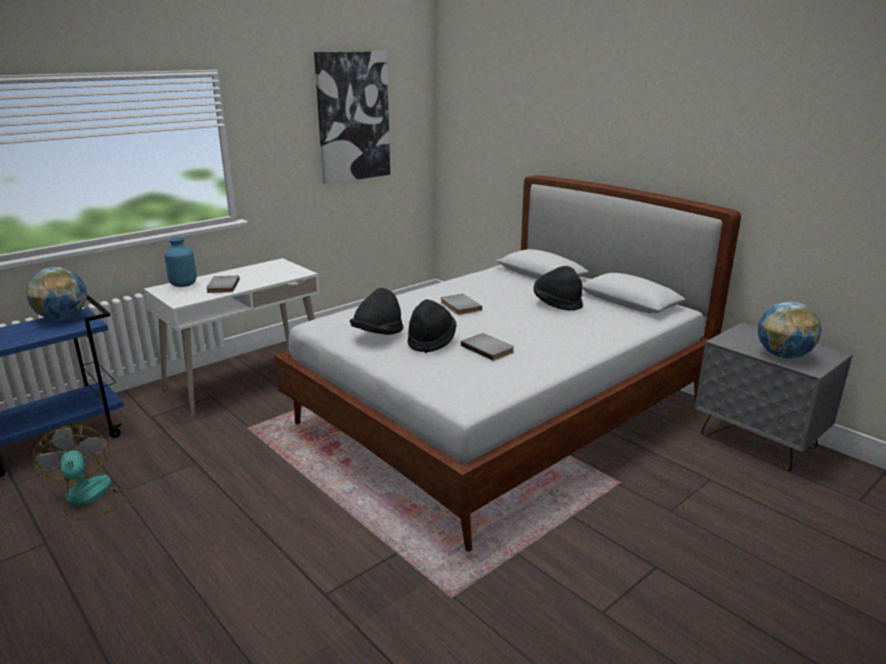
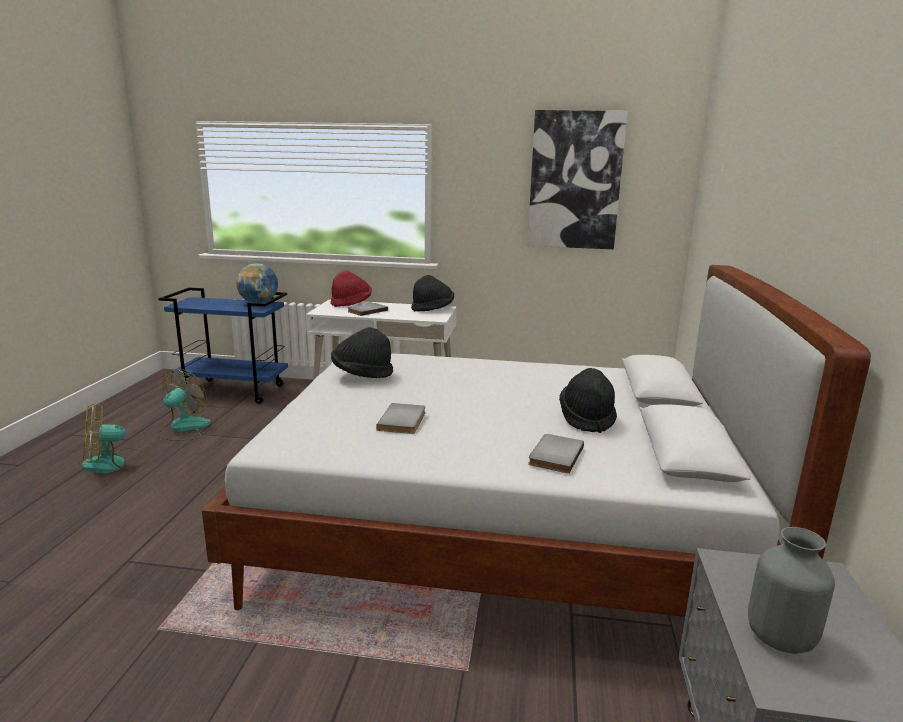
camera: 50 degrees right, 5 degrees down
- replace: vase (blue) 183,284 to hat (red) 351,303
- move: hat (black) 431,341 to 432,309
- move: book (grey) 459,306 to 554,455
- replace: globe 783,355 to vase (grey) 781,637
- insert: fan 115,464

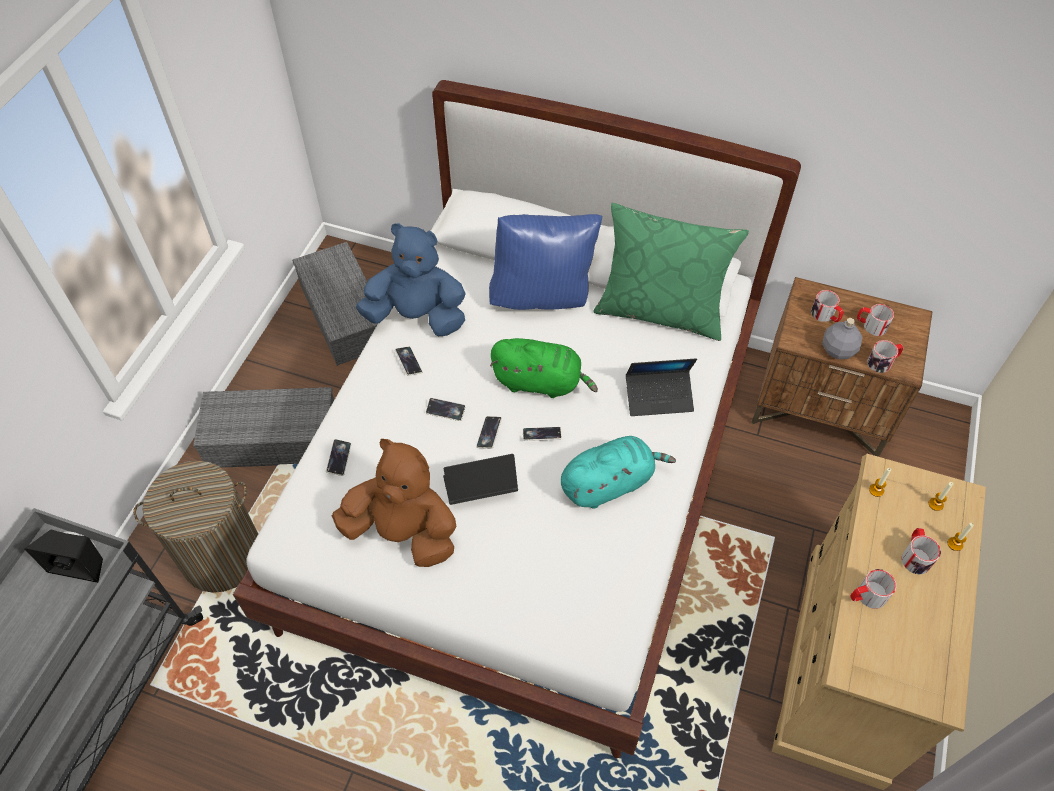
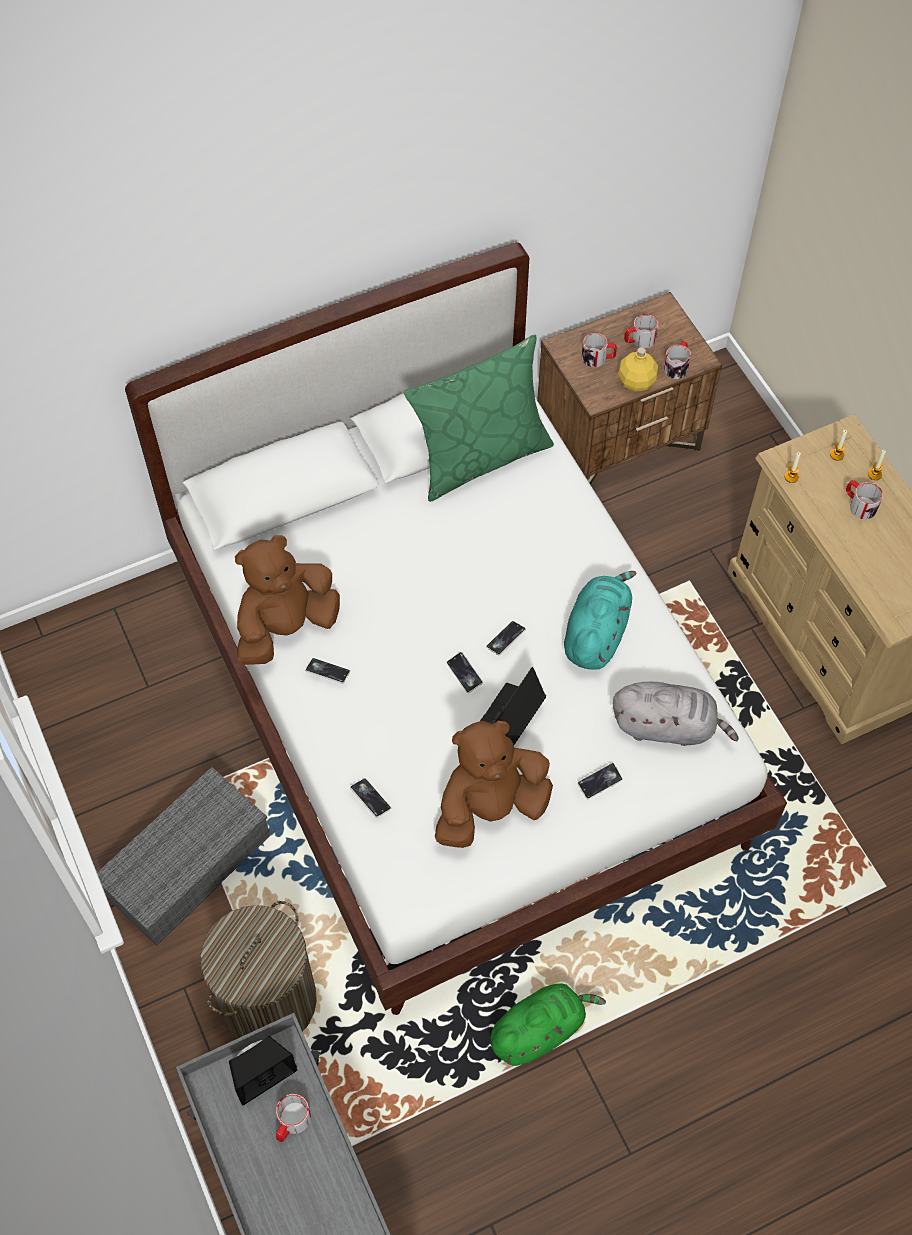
camera: 45 degrees left, 5 degrees up
- delete: storage box (grey) 346,315
- recolor: plush toy (blue) 417,316 to plush toy (brown) 286,627
- move: phone 445,411 to 599,782
- delete: pillow (blue) 543,296
- move: plush toy (green) 540,382 to 539,1029
- delete: laptop 659,397
- recolor: bottle (grey) 838,350 to bottle (yellow) 637,382
- move: mug 866,596 to 291,1123
- insert: plush toy (grey) 667,726

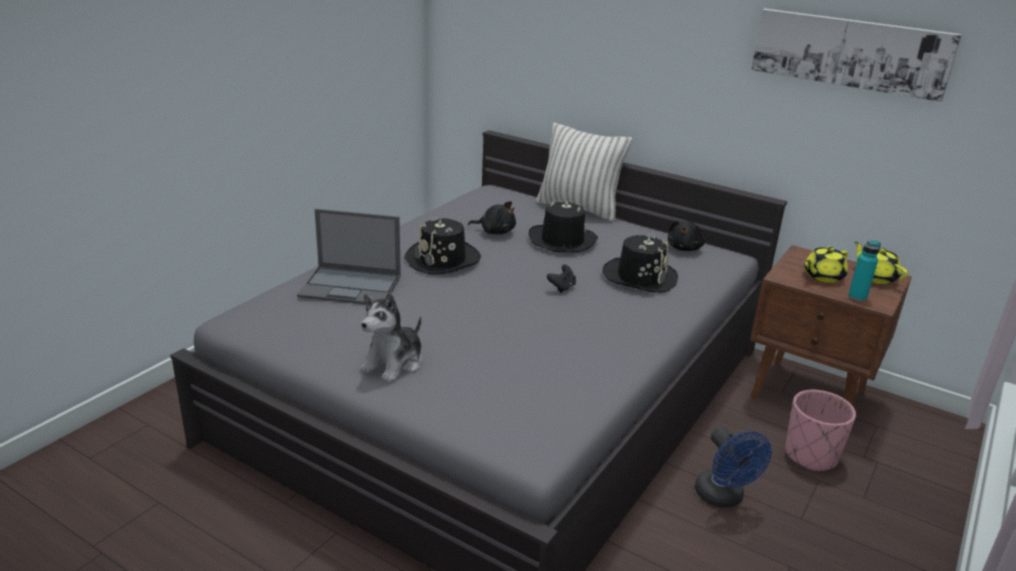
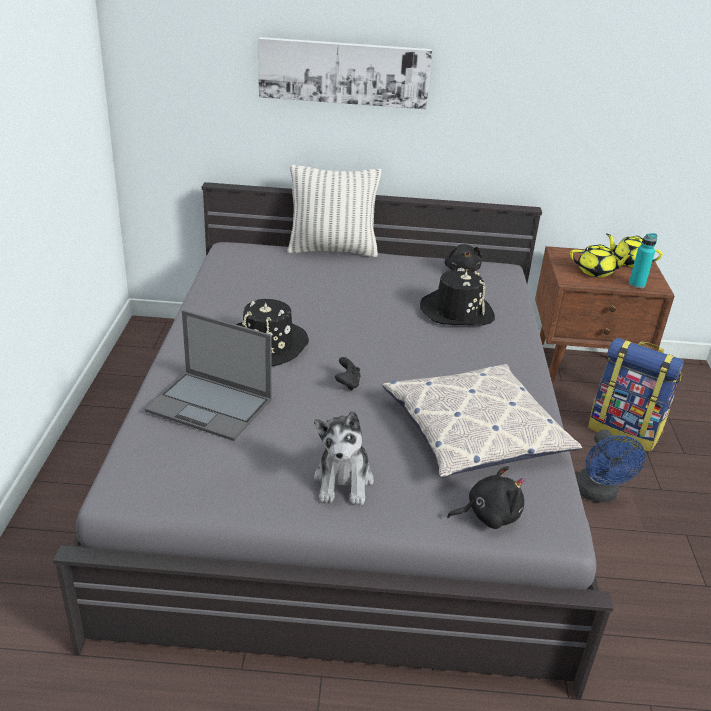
camera: 30 degrees left, 5 degrees up
- rotate: laptop 352,286 = 211,405 45 degrees clockwise
- move: plush toy (black) 495,231 to 488,515
- delete: hat (black) 562,240
- move: game controller (black) 562,287 to 347,383
- rotate: fan (blue) 723,498 = 598,494 45 degrees clockwise
- move: picture 850,52 to 344,72
- replace: planter (pink) 811,455 to backpack 625,431
- rotate: teapot (yellow) 822,276 = 596,272 105 degrees counterclockwise
- insert: pillow 474,431

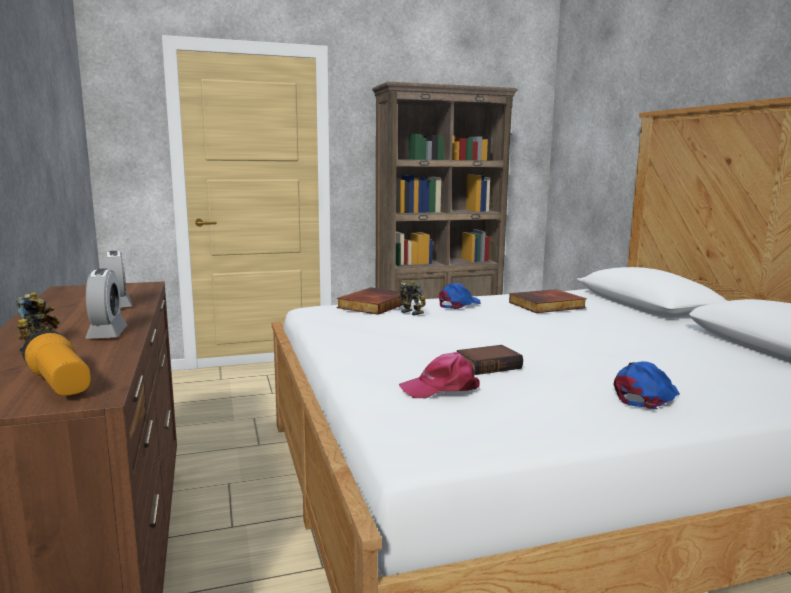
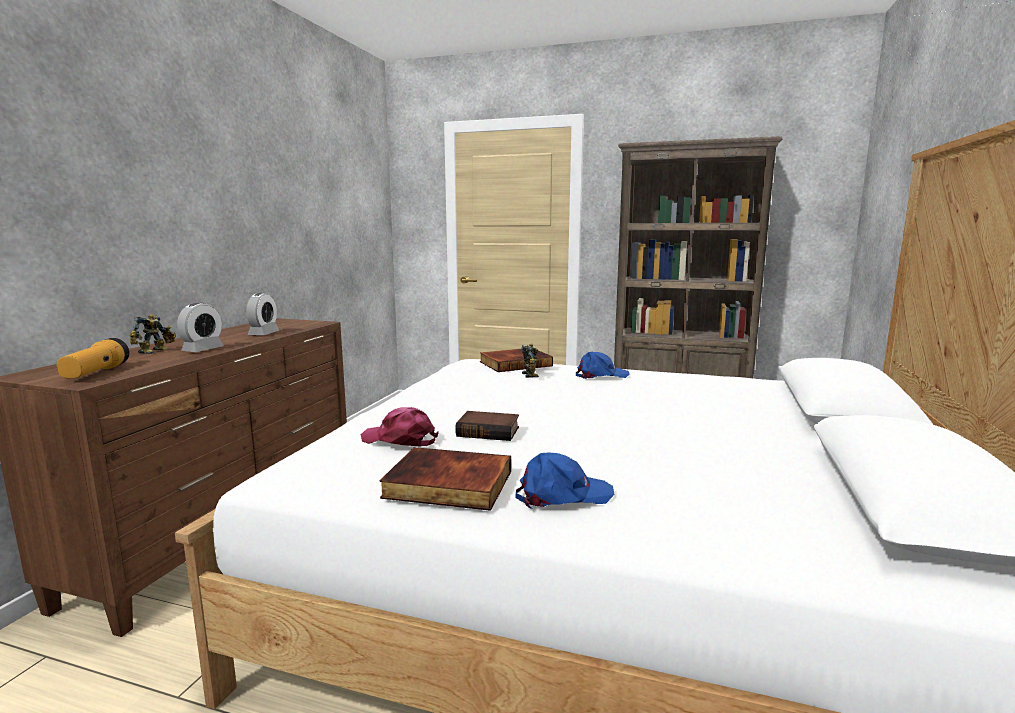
camera: 35 degrees right, 0 degrees up
- move: book 547,305 to 447,485

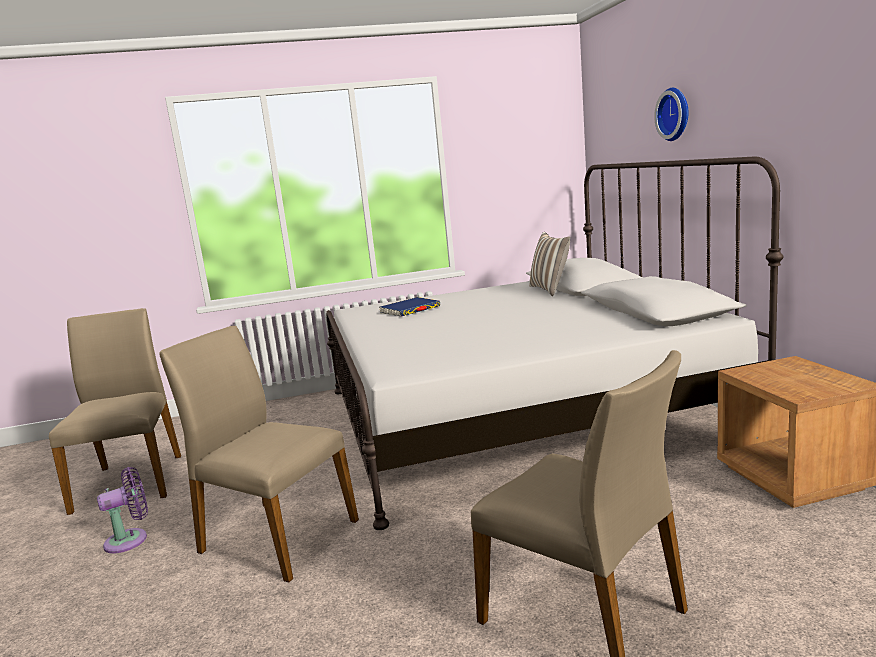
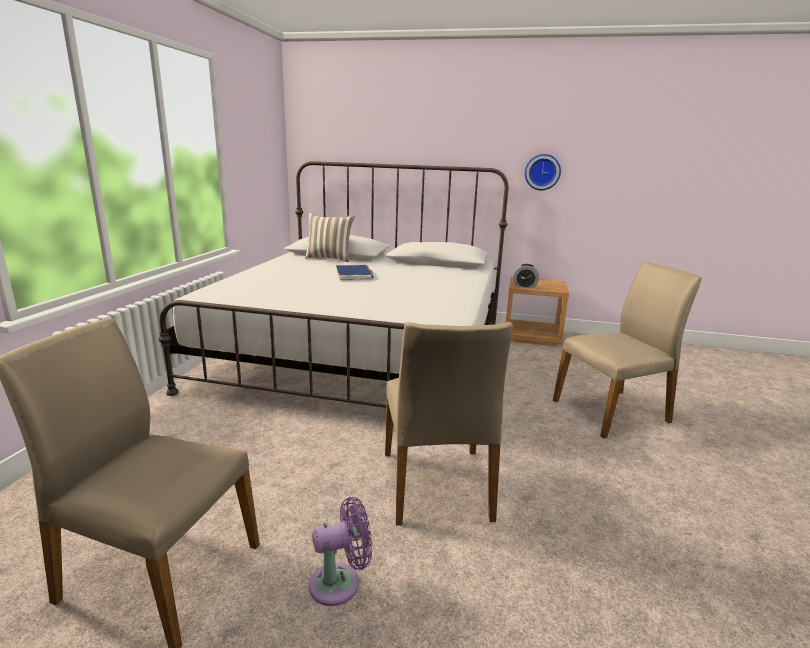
camera: 65 degrees left, 5 degrees up
- rotate: fan (purple) 131,539 = 340,583 75 degrees clockwise
- rotate: chair (beige) 276,536 = 437,485 60 degrees counterclockwise
- move: book (blue) 410,310 to 354,275
- move: wall clock 675,114 to 542,172
- insert: alarm clock 525,286

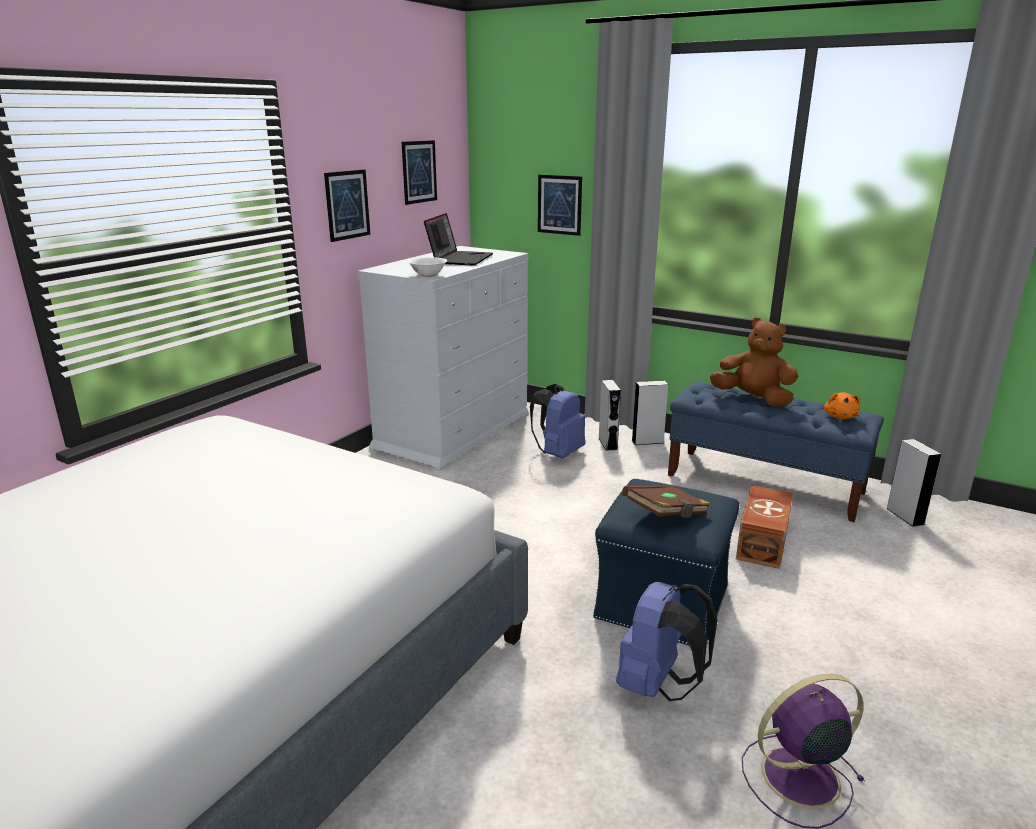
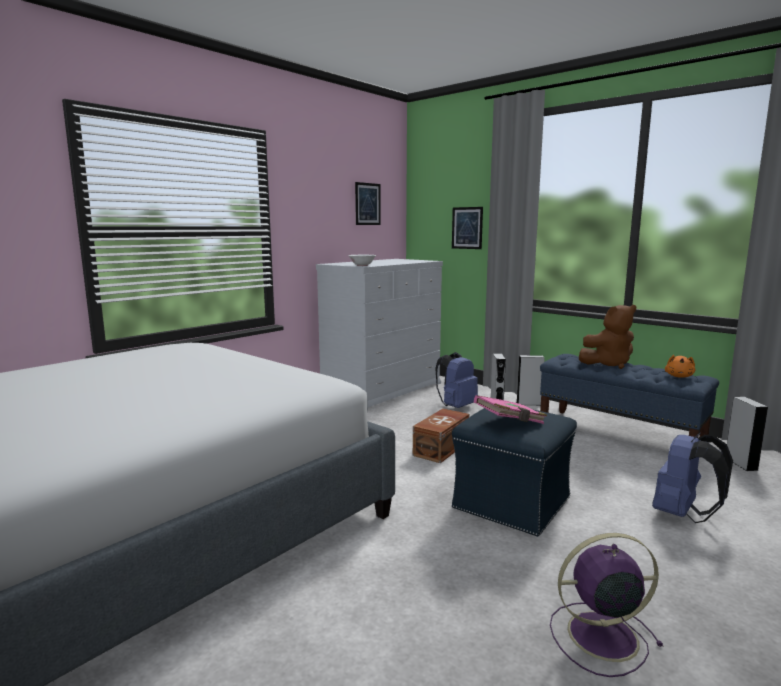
camera: 10 degrees right, 10 degrees down
- delete: picture 347,205
- delete: laptop 460,259
- move: backpack (blue) 658,685 to 683,514
- recolor: book (brown) 666,515 to book (pink) 510,422
- rotate: plush toy (brown) 753,399 = 608,364 120 degrees clockwise
- move: storage box (brown) 764,542 to 442,448

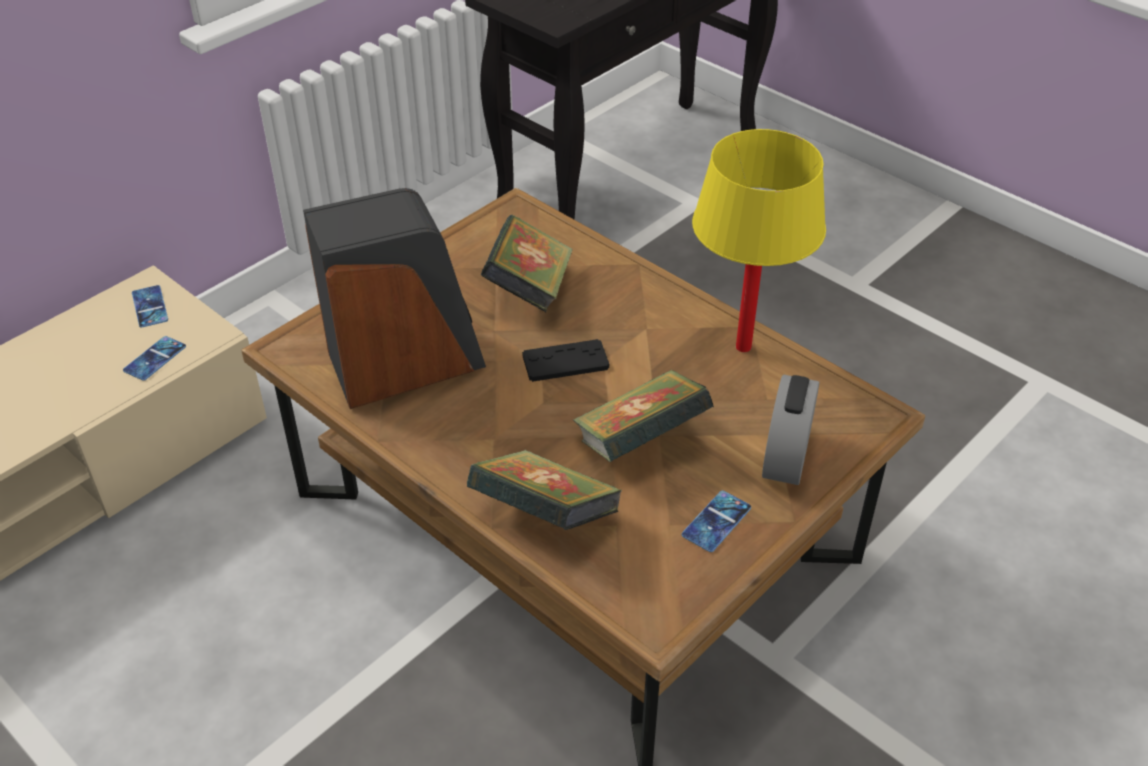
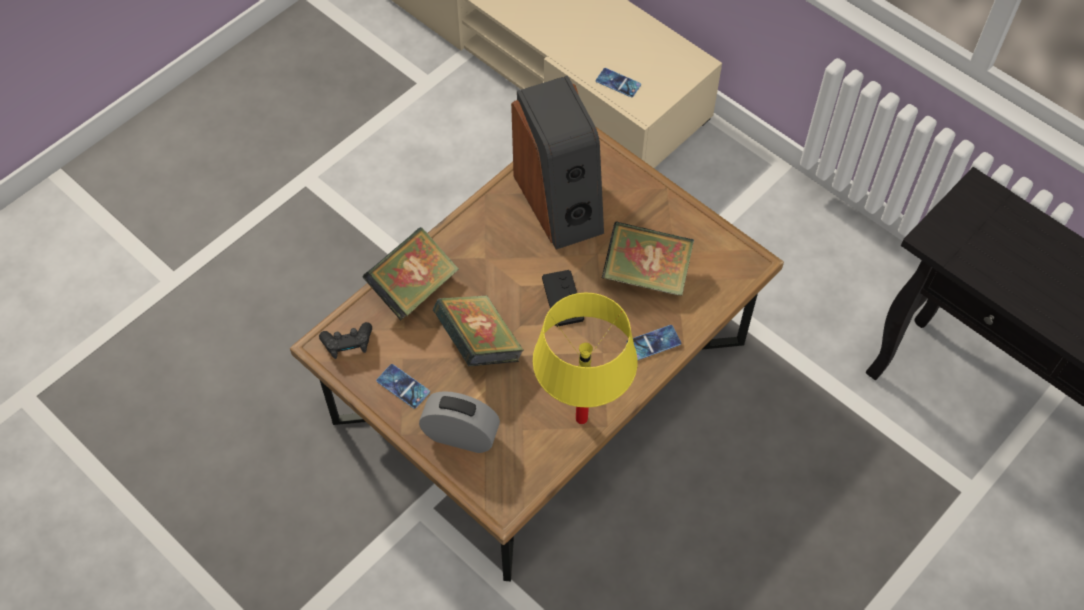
camera: 90 degrees right, 15 degrees up
- move: phone 150,307 to 653,343
- insert: game controller (black) 348,344

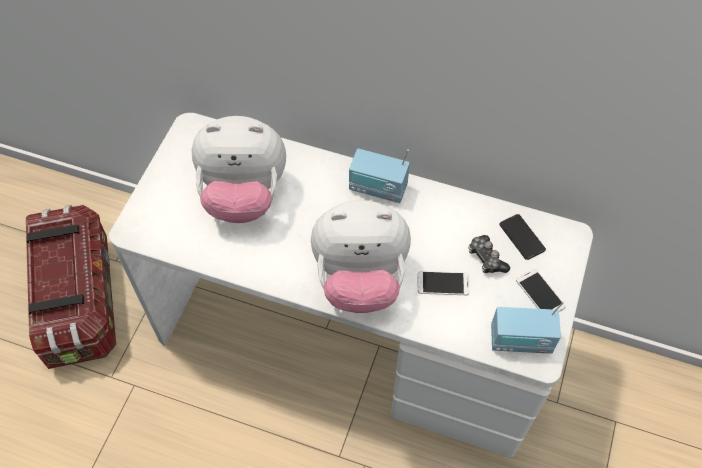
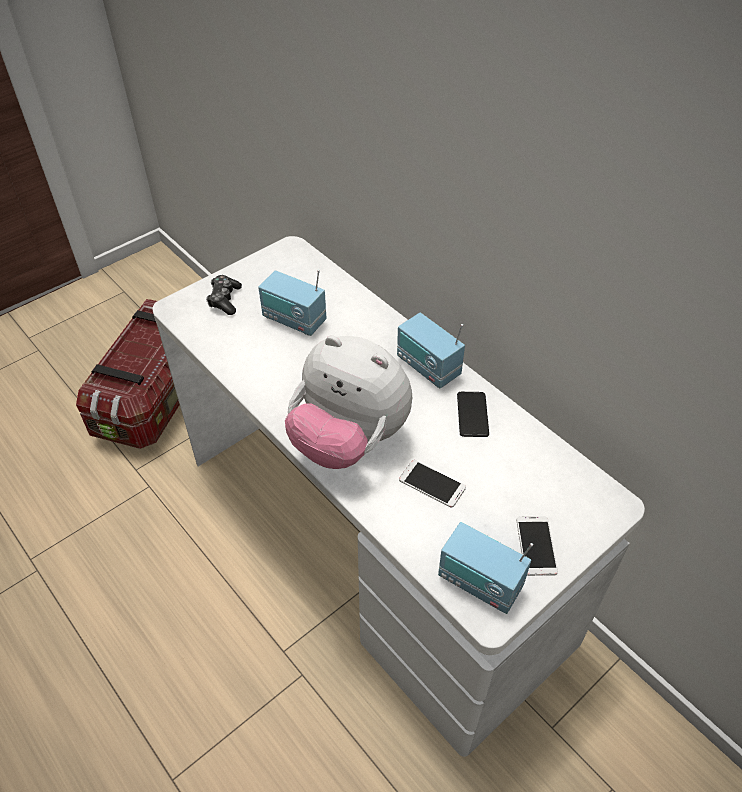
camera: 30 degrees right, 10 degrees down
- replace: plush toy 243,195 to radio 294,320
- move: game controller 486,258 to 224,300
- move: phone 522,237 to 472,415

